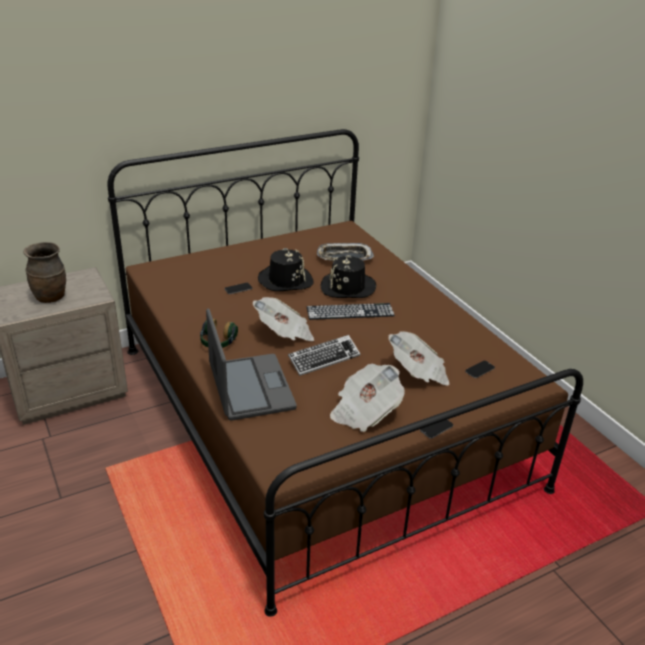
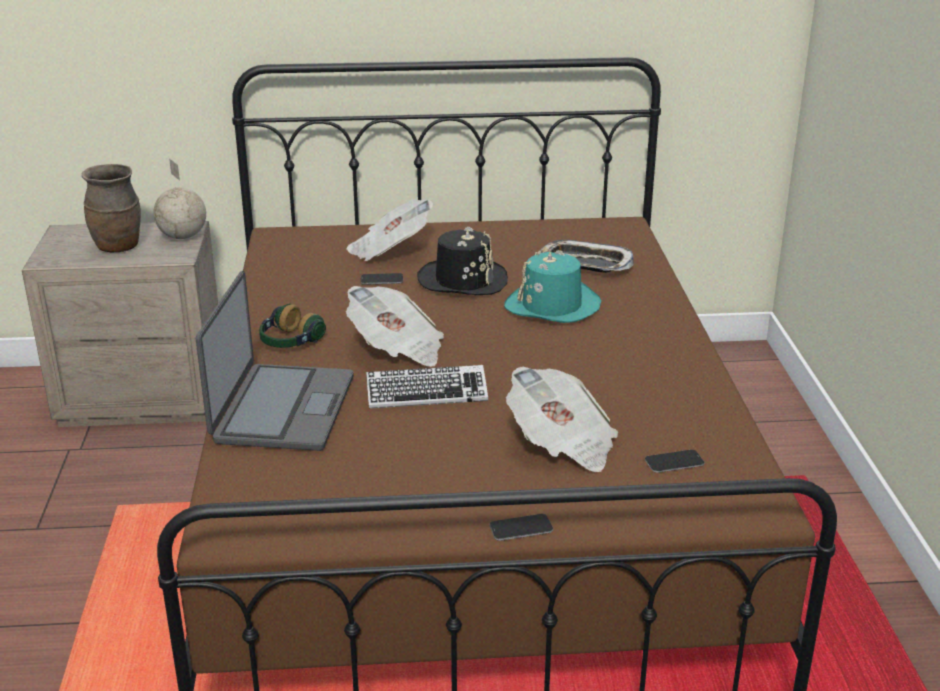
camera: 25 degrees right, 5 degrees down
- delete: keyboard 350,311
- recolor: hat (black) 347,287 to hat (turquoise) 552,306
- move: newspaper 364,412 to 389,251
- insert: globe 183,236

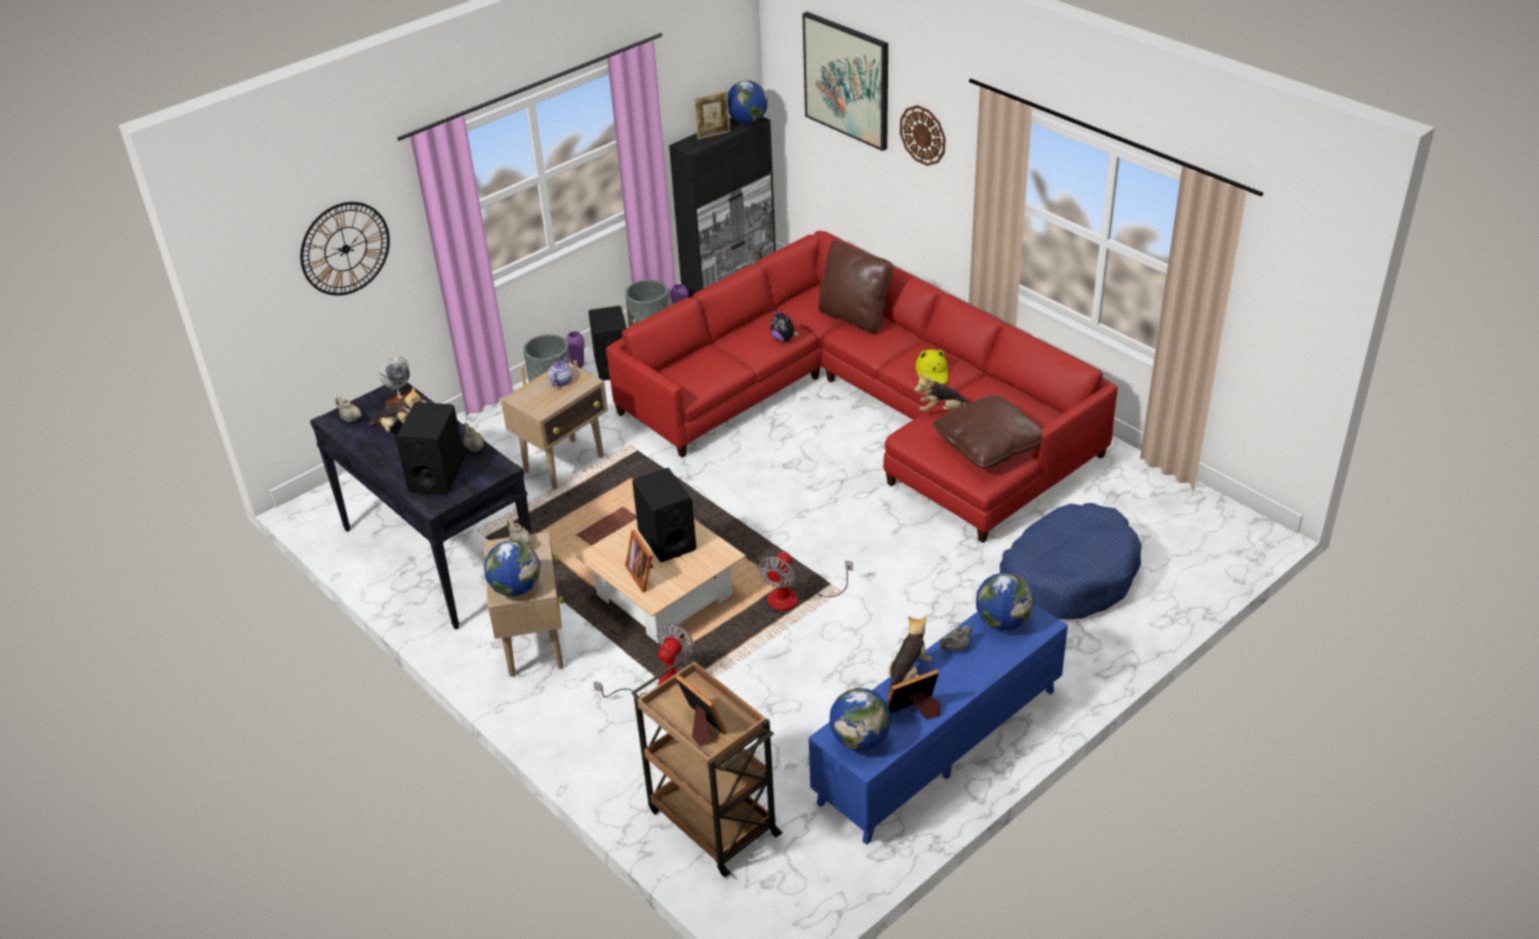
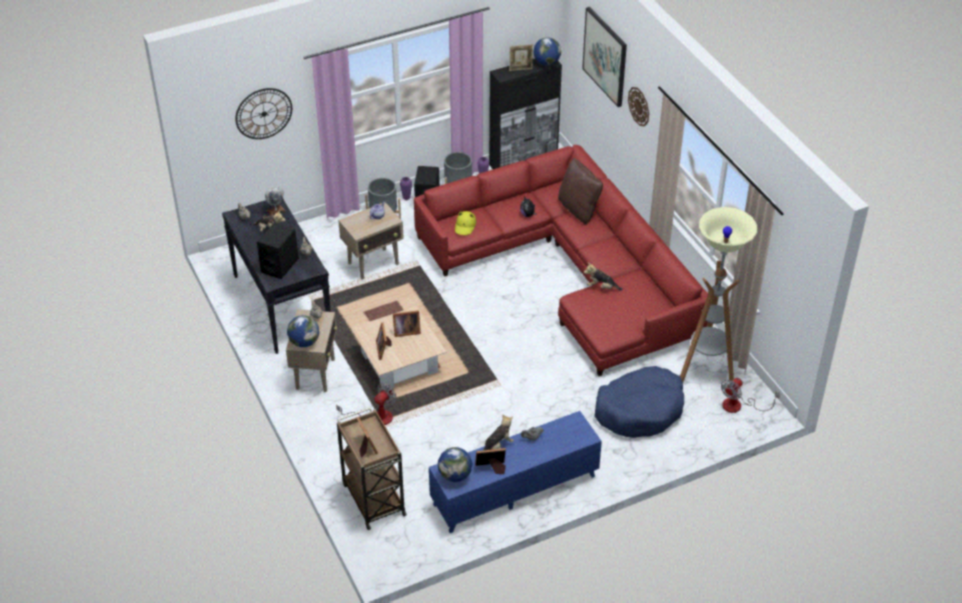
camera: 15 degrees right, 5 degrees up
- replace: speaker (black) 666,540 to picture frame 405,331
- move: fan 794,598 to 739,406
- move: hat (yellow) 932,373 to 465,226
- delete: pillow (brown) 988,445
- delete: globe 1002,622
- insert: floor lamp 705,371

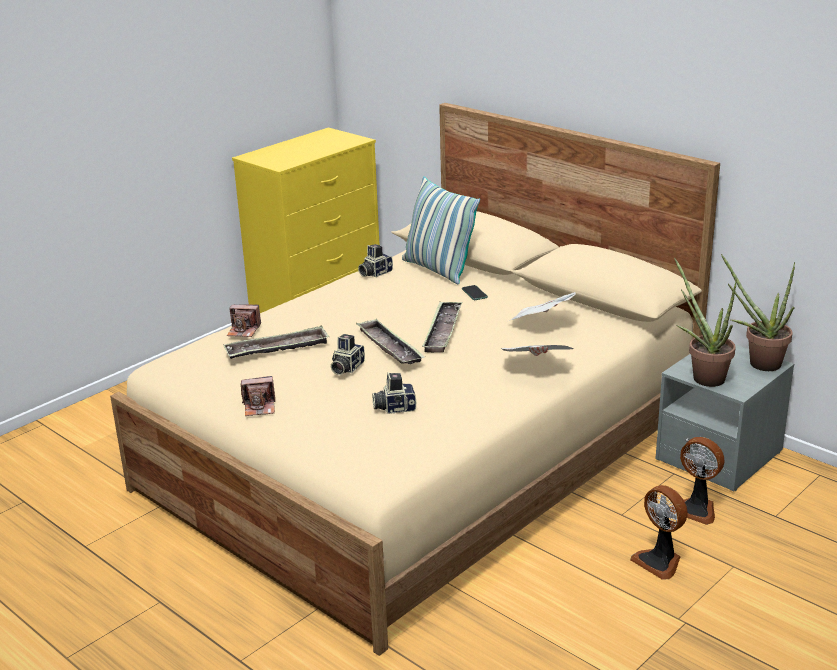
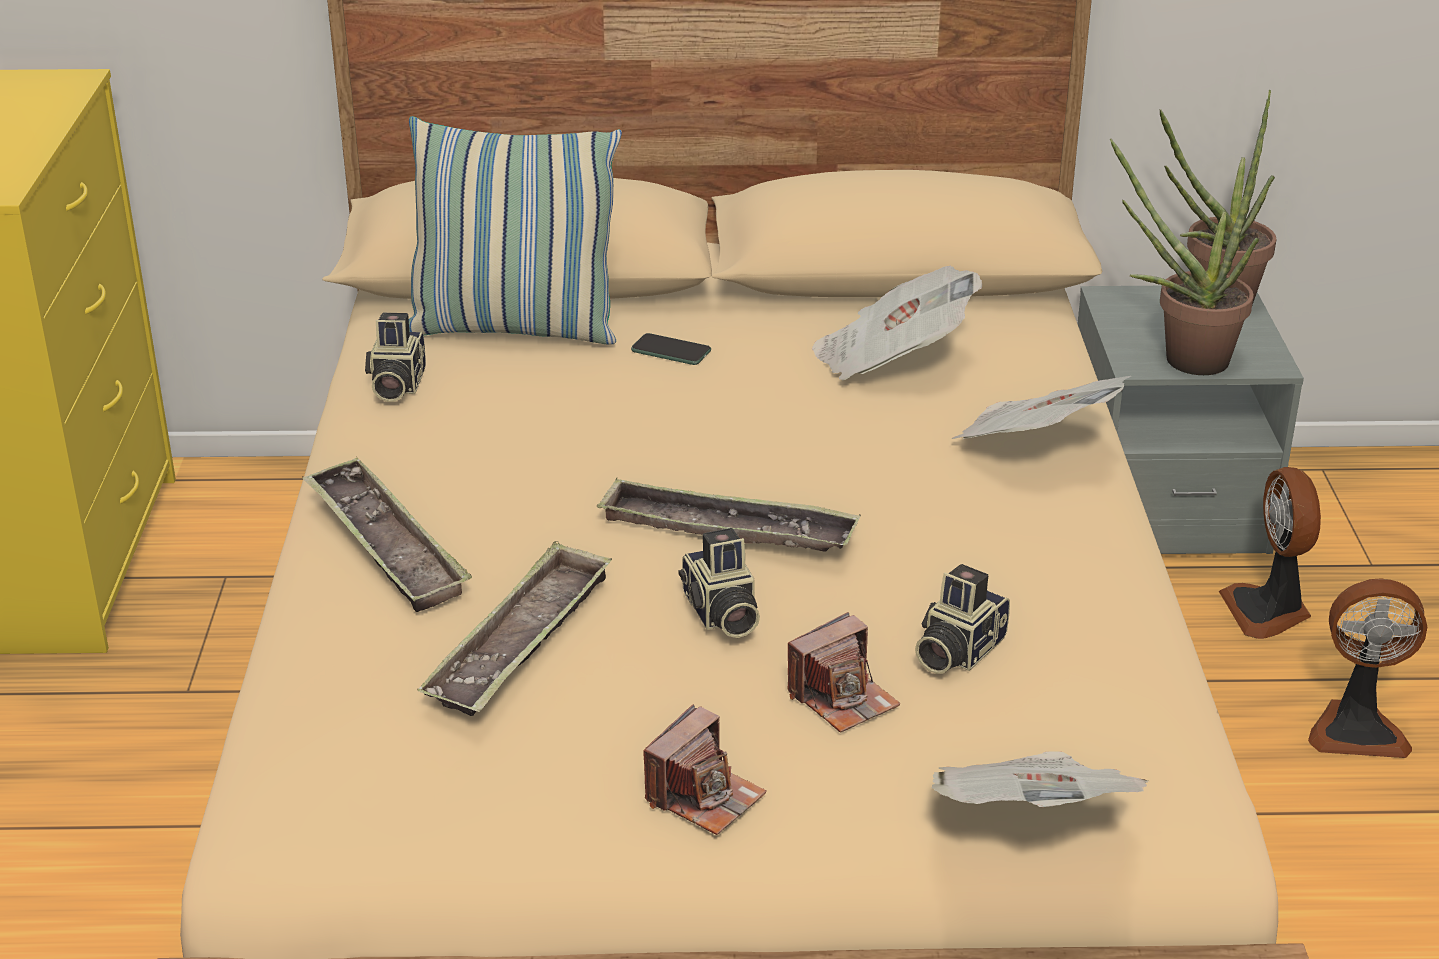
camera: 45 degrees left, 5 degrees up
- move: photo camera 244,330 to 843,698
- move: tray 443,331 to 386,544
- rotate: fan 696,509 = 1268,611 90 degrees clockwise
- insert: newspaper 1032,825

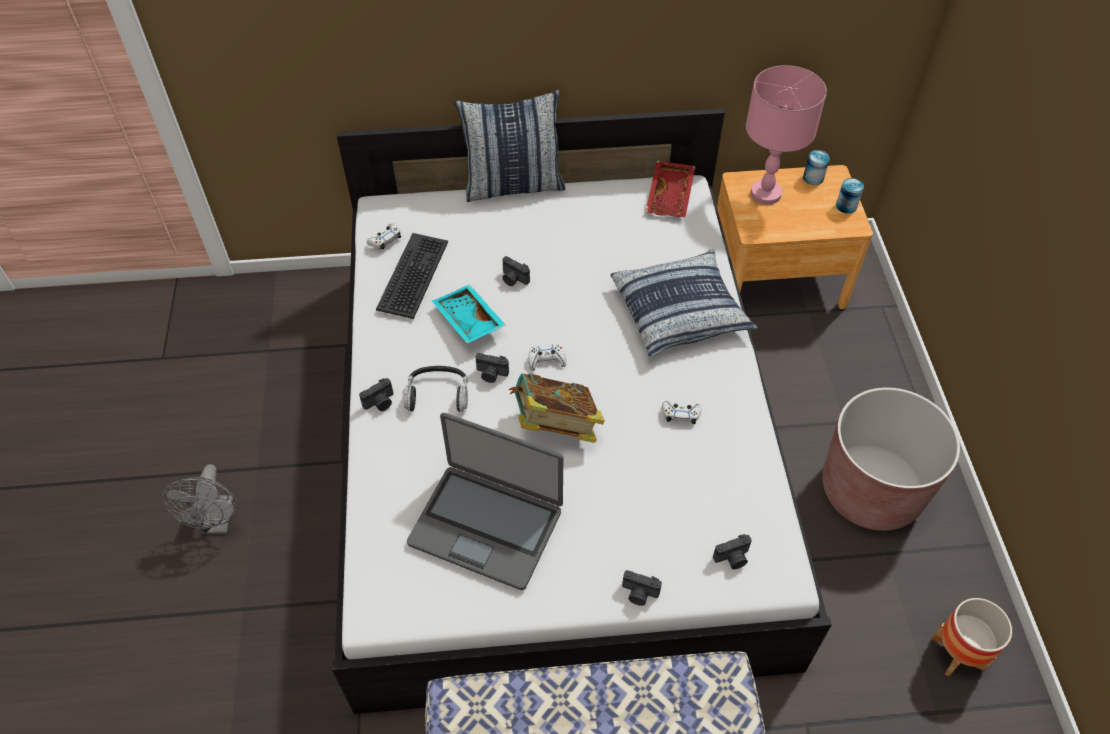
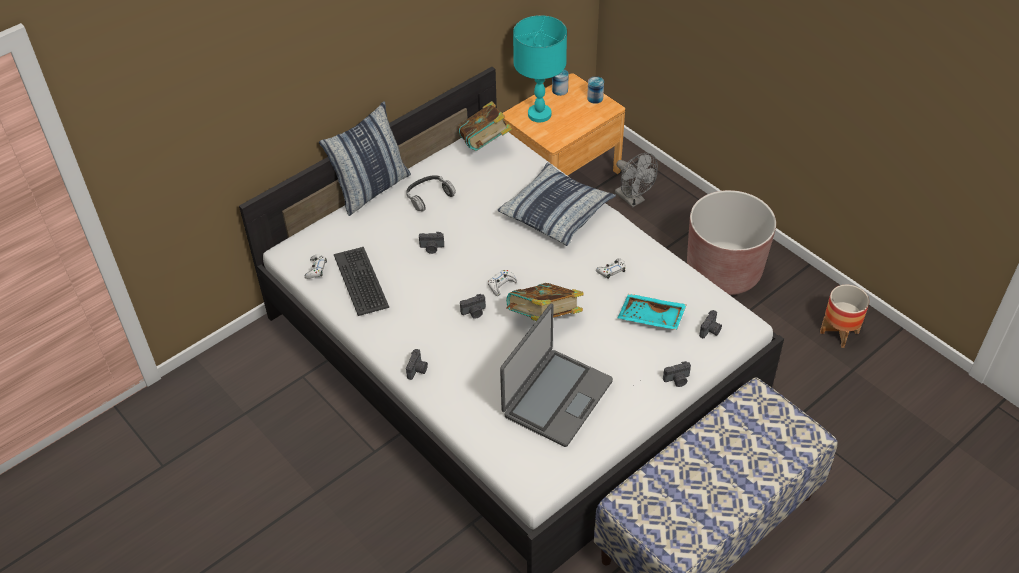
camera: 35 degrees left, 5 degrees down
- move: fan (grey) 218,522 to 633,199
- move: headphones 438,394 to 429,196
- rotate: laptop 486,525 = 556,398 45 degrees counterclockwise
- move: tray (turquoise) 467,321 to 650,318
- replace: tray (red) 671,196 to book 485,144
- recolor: table lamp (pink) 766,193 to table lamp (turquoise) 539,114

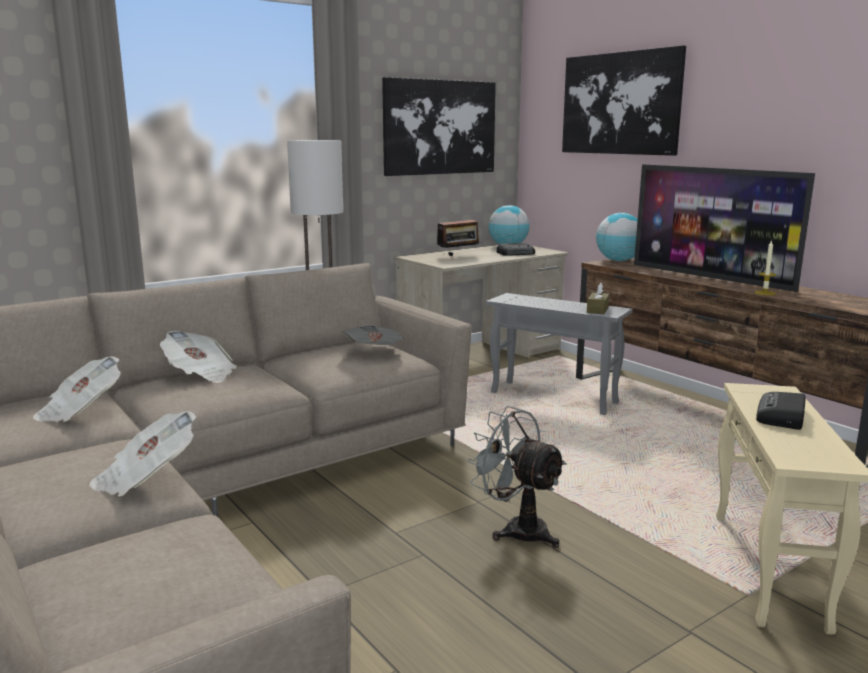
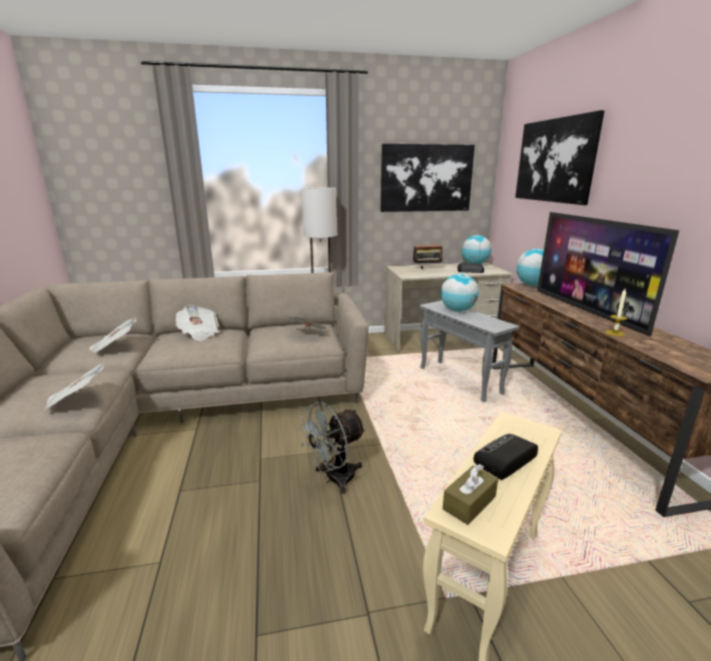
camera: 25 degrees right, 5 degrees up
- rotate: fan (grey) 517,529 = 334,479 105 degrees counterclockwise
- move: tissue box (brown) 597,310 to 469,503
- insert: globe 457,310

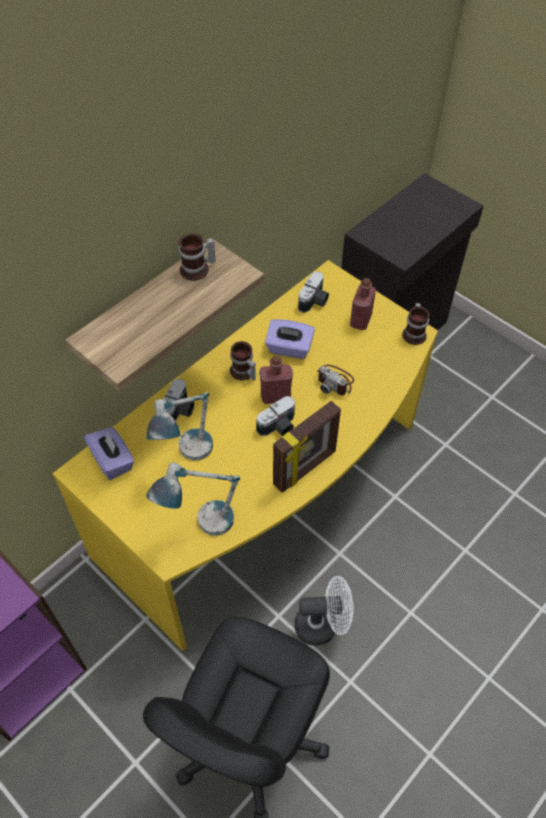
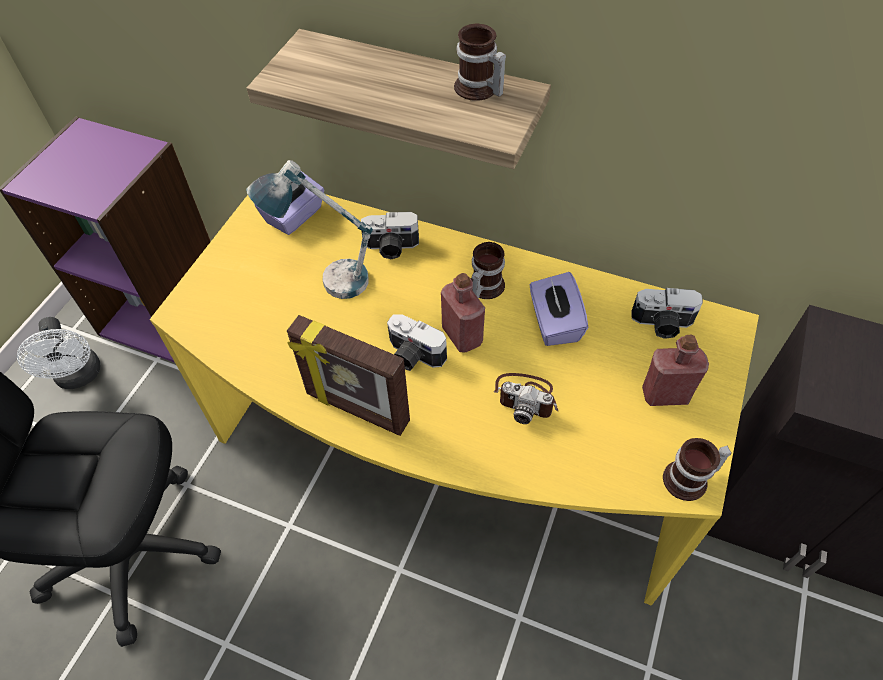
camera: 70 degrees right, 0 degrees up
- delete: table lamp 200,526
- move: fan (white) 322,625 to 79,377
- rotate: photo camera 335,381 = 526,397 90 degrees counterclockwise

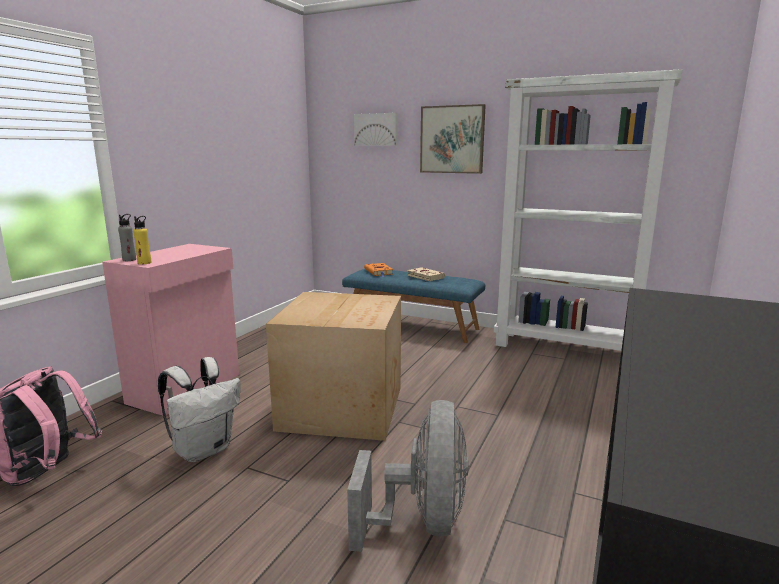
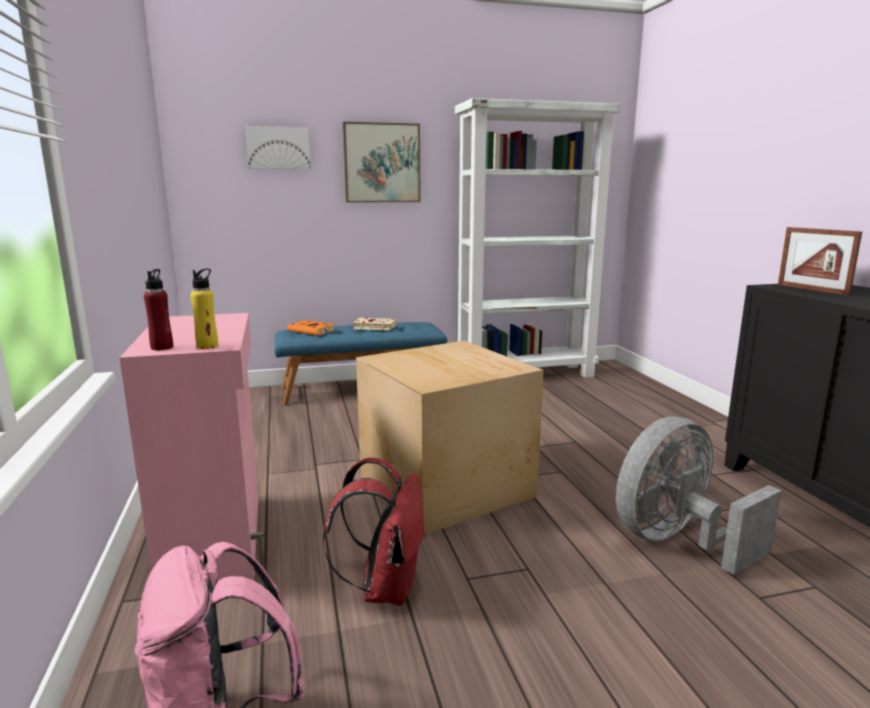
camera: 40 degrees left, 0 degrees up
- recolor: bottle (grey) 129,260 to bottle (red) 162,347
- recolor: backpack (white) 204,449 to backpack (red) 385,587
- rotate: fan (grey) 422,521 = 677,541 90 degrees counterclockwise
- insert: picture frame 812,289

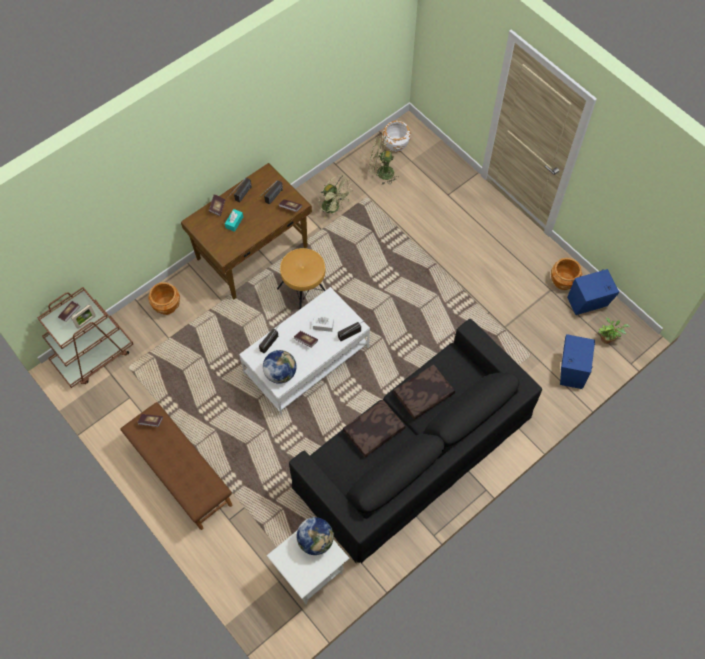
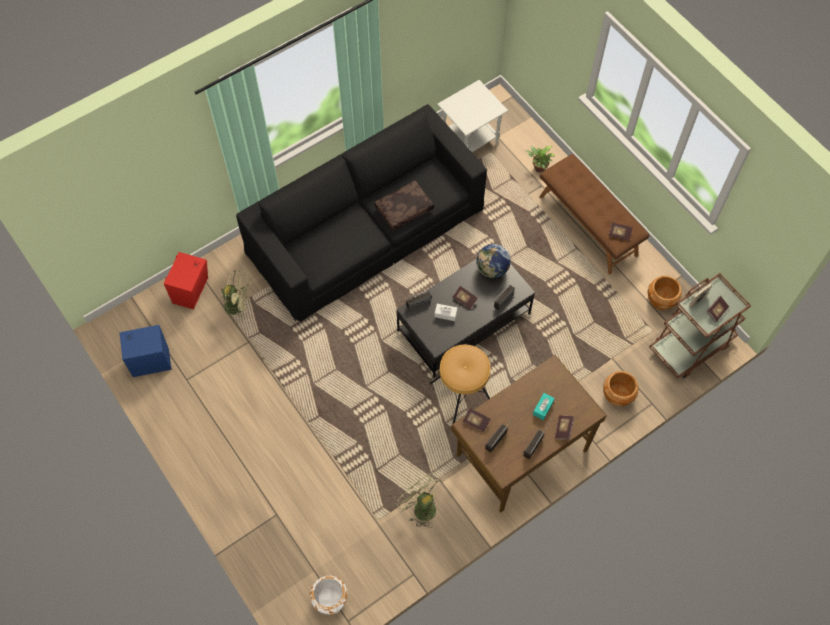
camera: 175 degrees left, 0 degrees up
- recolor: coffee table (white) 306,361 to coffee table (black) 464,322
- delete: globe 316,540
- move: fan (green) 381,173 to 239,306
- delete: pillow (brown) 423,395
- move: planter (brown) 563,281 to 660,300
- recolor: speaker (blue) 570,371 to speaker (red) 192,290
- move: potted plant 607,338 to 538,168

